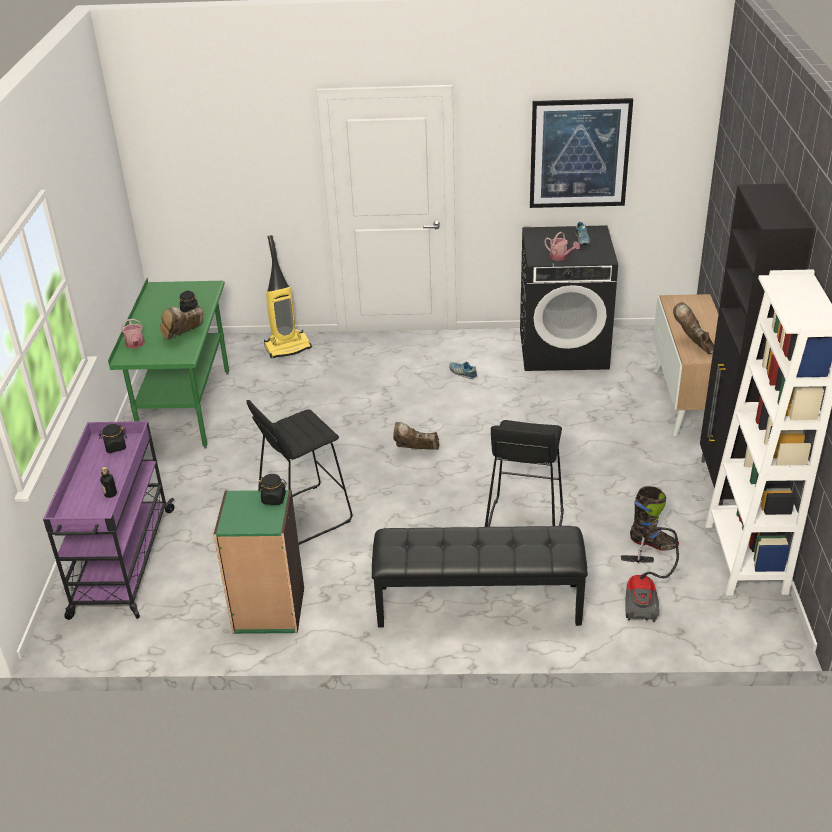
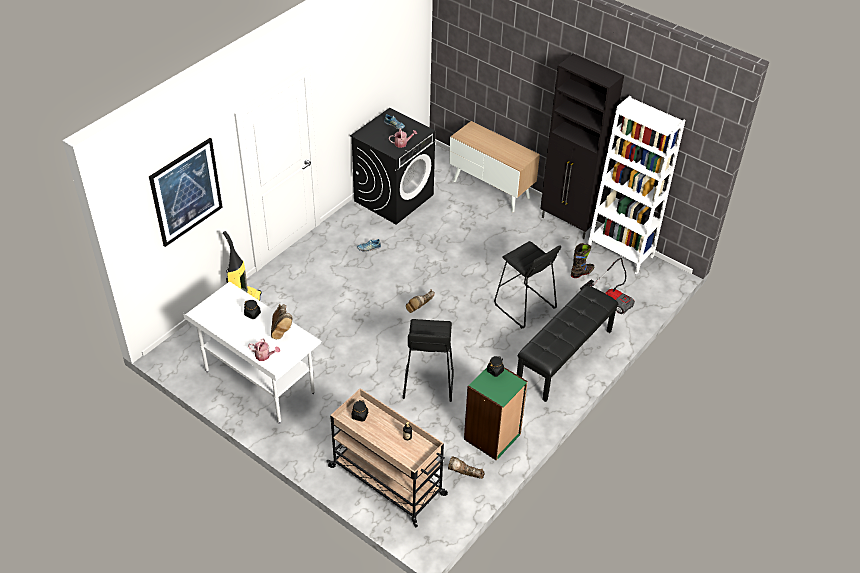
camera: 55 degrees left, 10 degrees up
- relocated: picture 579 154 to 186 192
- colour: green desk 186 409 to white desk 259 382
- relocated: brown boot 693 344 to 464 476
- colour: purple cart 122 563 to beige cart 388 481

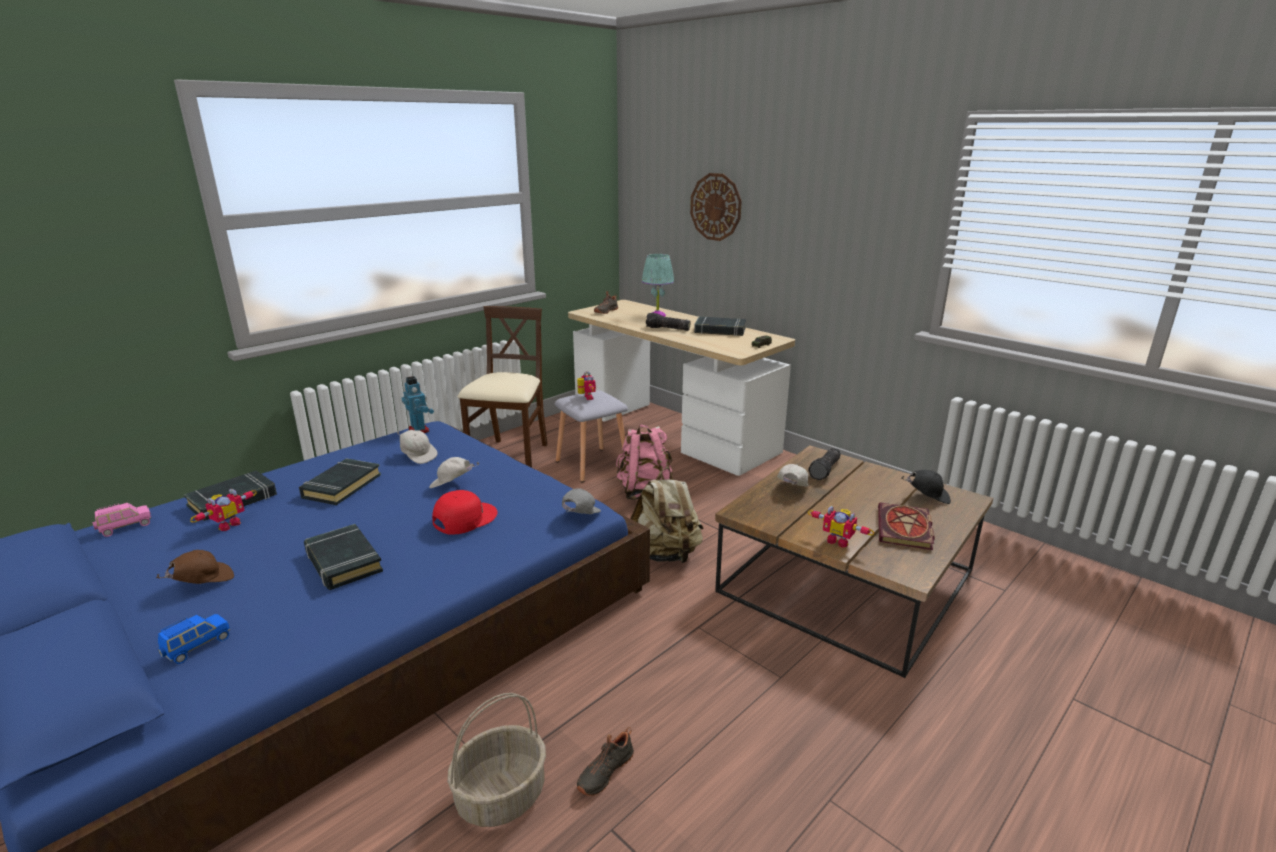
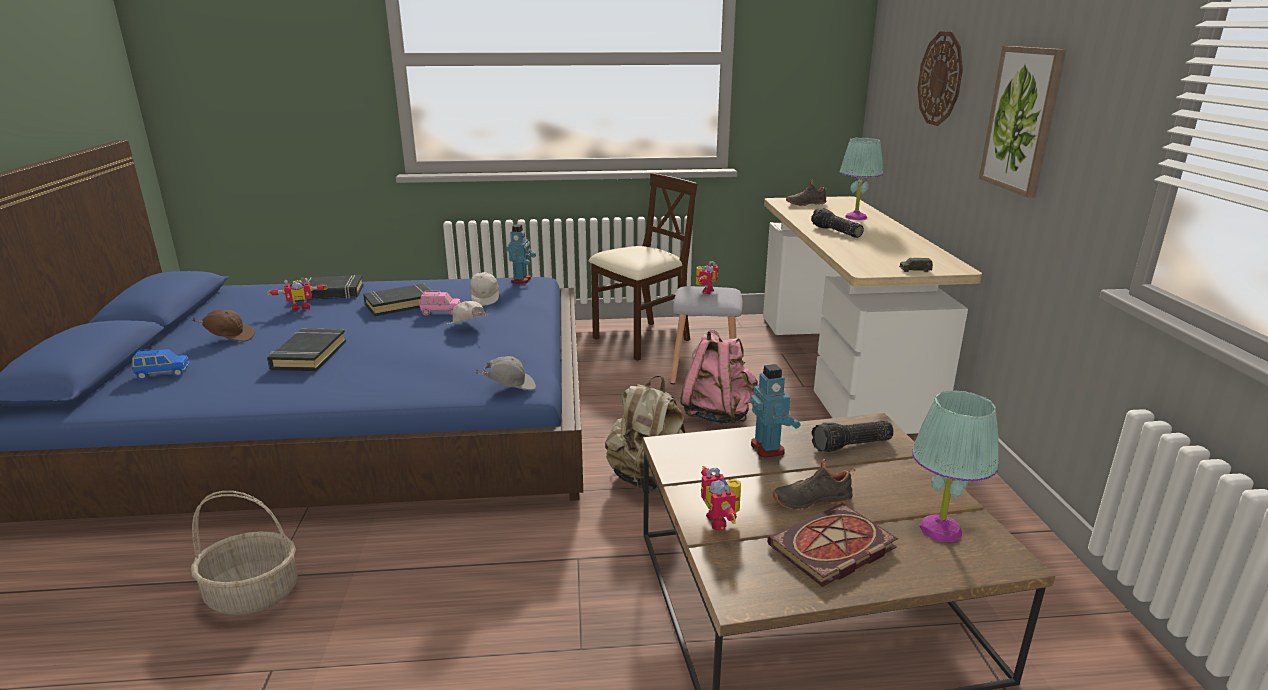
camera: 40 degrees right, 0 degrees up
- missing: black book 720 330
- exchanged: white cap 791 489 to toy robot 768 448
- exchanged: black cap 927 497 to turquoise table lamp 940 529
- missing: red cap 464 518
- relocated: pink toy car 125 527 to 440 312
- relocated: black shoe 604 771 to 811 499
- appeared: picture 1022 119

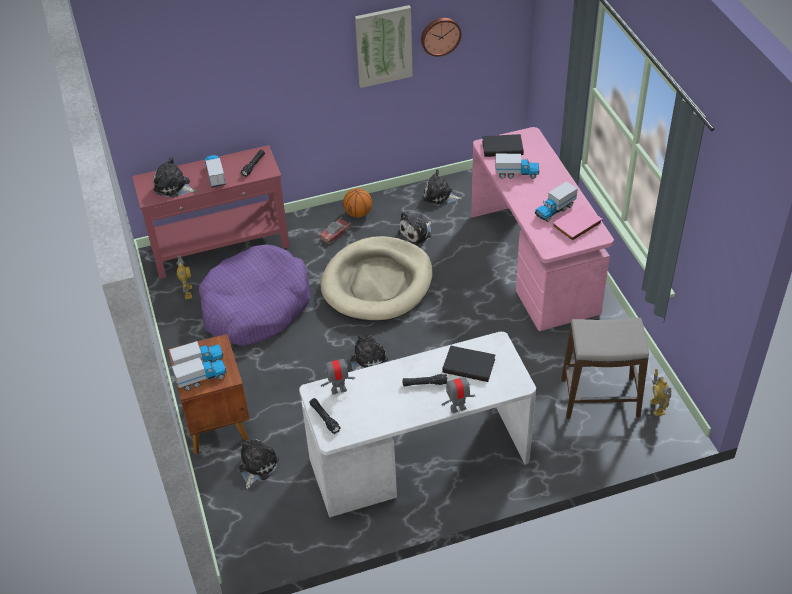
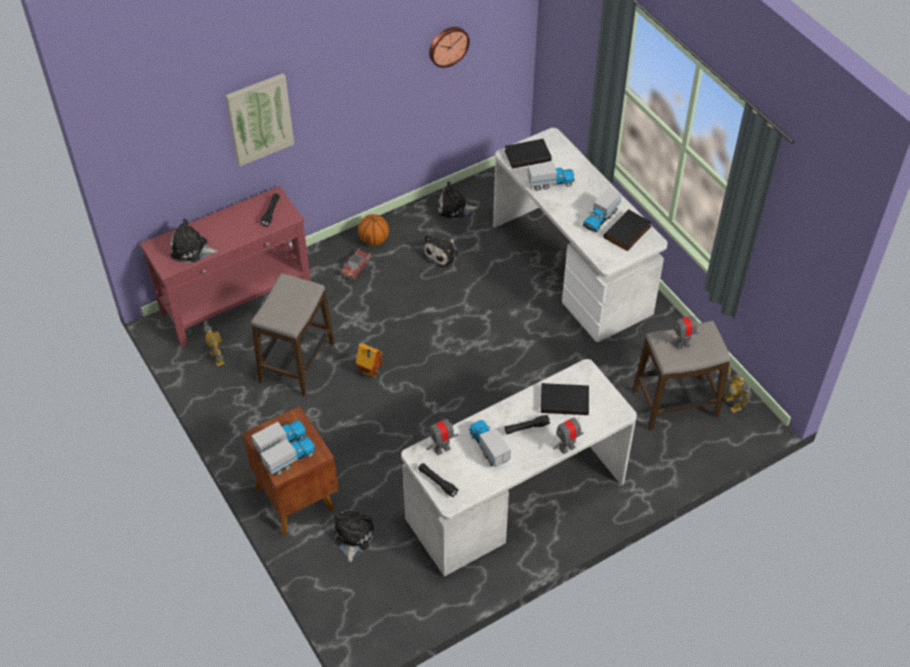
camera: 15 degrees left, 5 degrees up
- relocated: picture 383 46 to 259 119
- colour: pink desk 534 262 to white desk 571 267
- relocated: toy truck 216 176 to 488 448
- colour: pink book 577 226 to black book 628 233
- missing: beige dog bed 377 283
- exchanged: purple dog bed 255 306 to stool 296 362
- missing: plush toy 367 360
- appeared: toy robot 682 344
- appeared: toy house 370 373

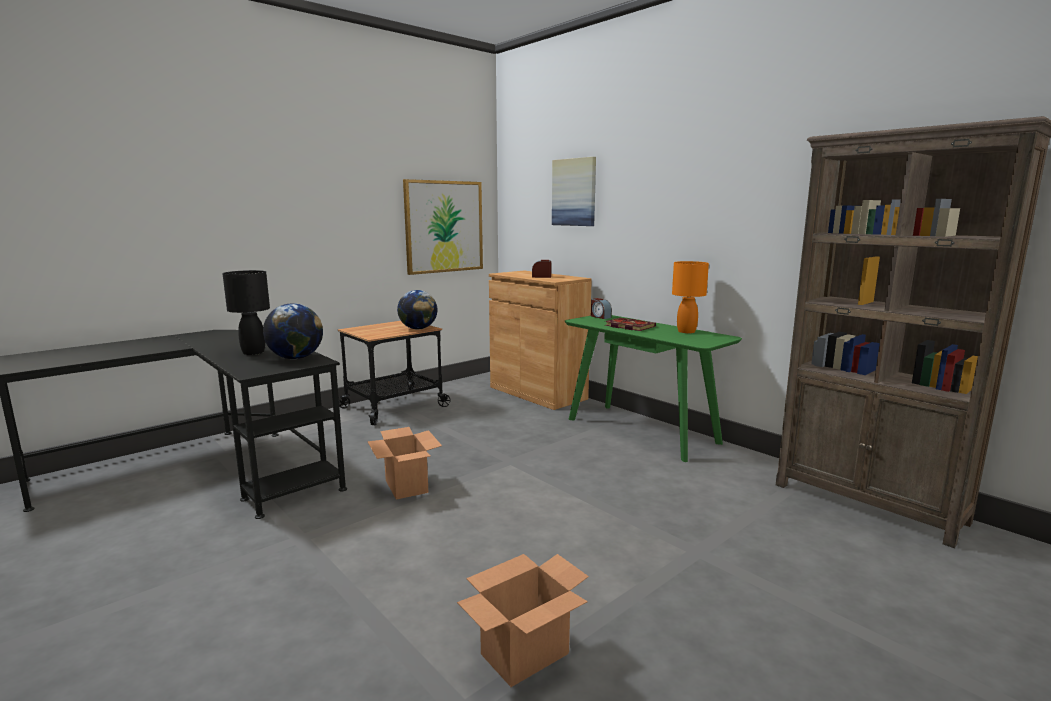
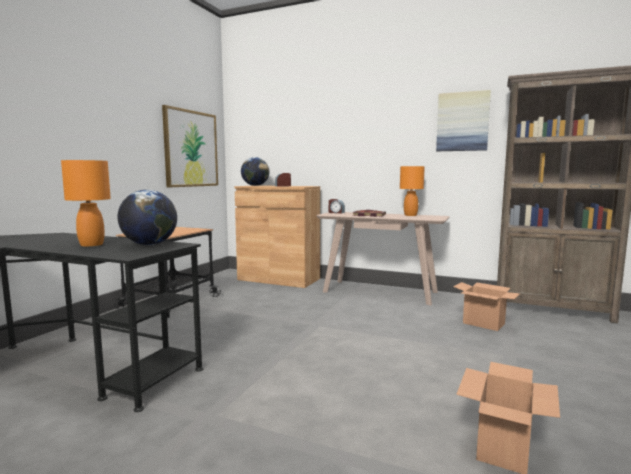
camera: 25 degrees left, 5 degrees down
- relocated: picture 574 192 to 462 122
- colour: black table lamp 253 352 to orange table lamp 92 245
- relocated: globe 418 329 to 255 185
- colour: green console table 642 430 to beige console table 380 292
- relocated: cardboard box 407 486 to 484 323

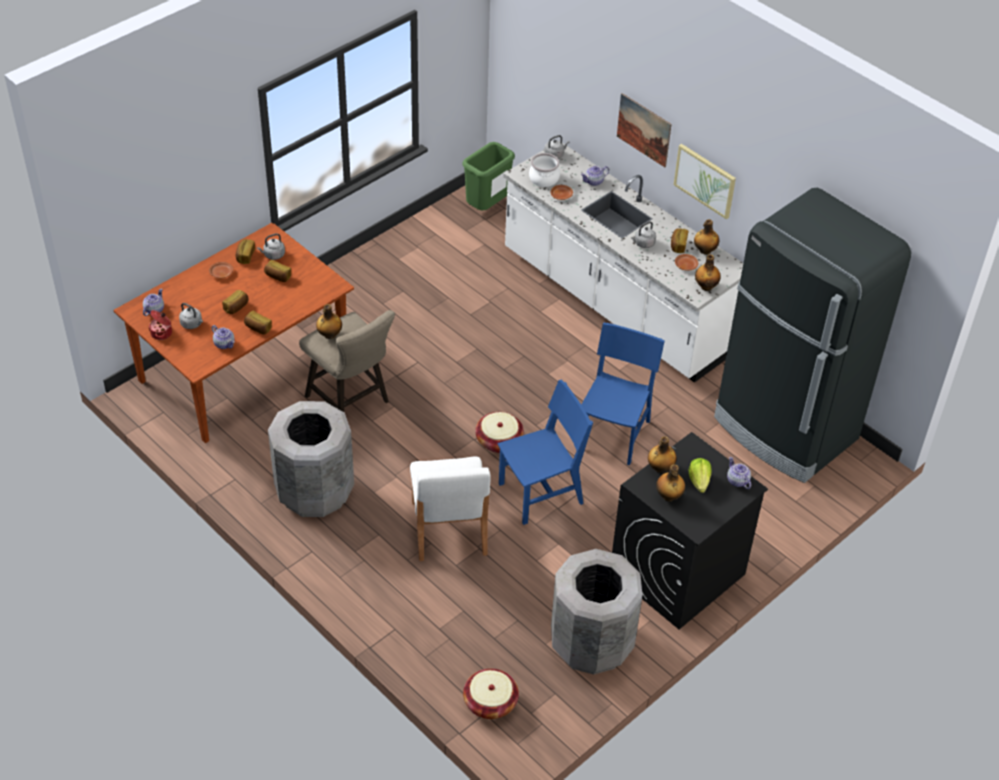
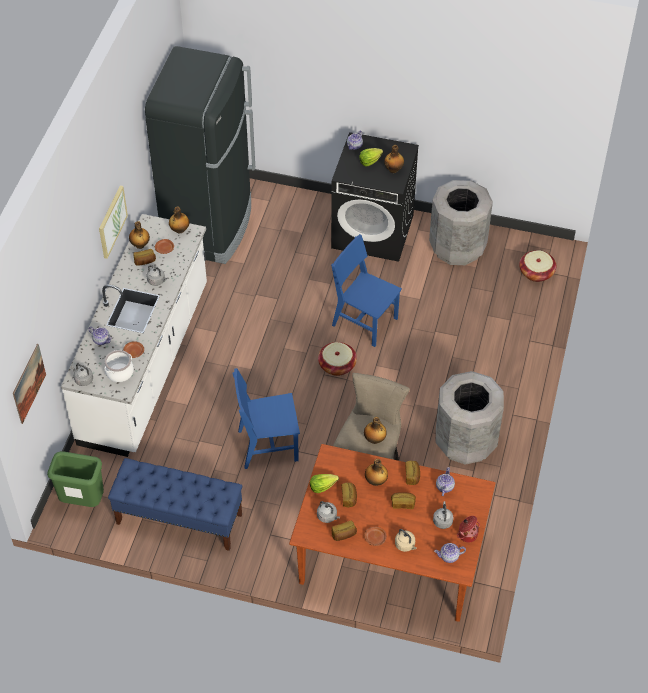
camera: 120 degrees left, 5 degrees up
- relocated: picture 644 130 to 29 383
- relocated: blue chair 614 434 to 268 445
- relocated: bottle 660 468 to 376 481
- missing: white chair 448 529
- appeared: blue bench 179 519
- appeared: lettuce 322 486
- appeared: beige kettle 405 545

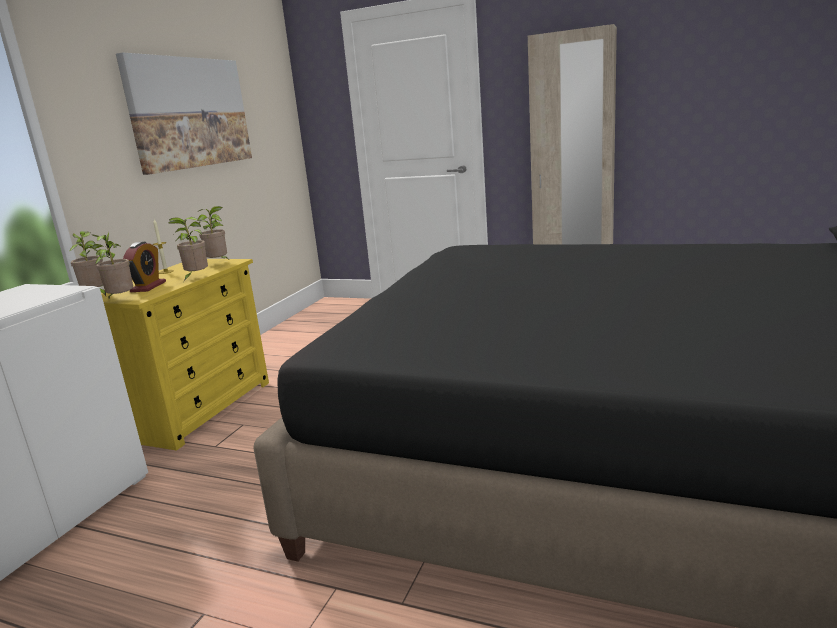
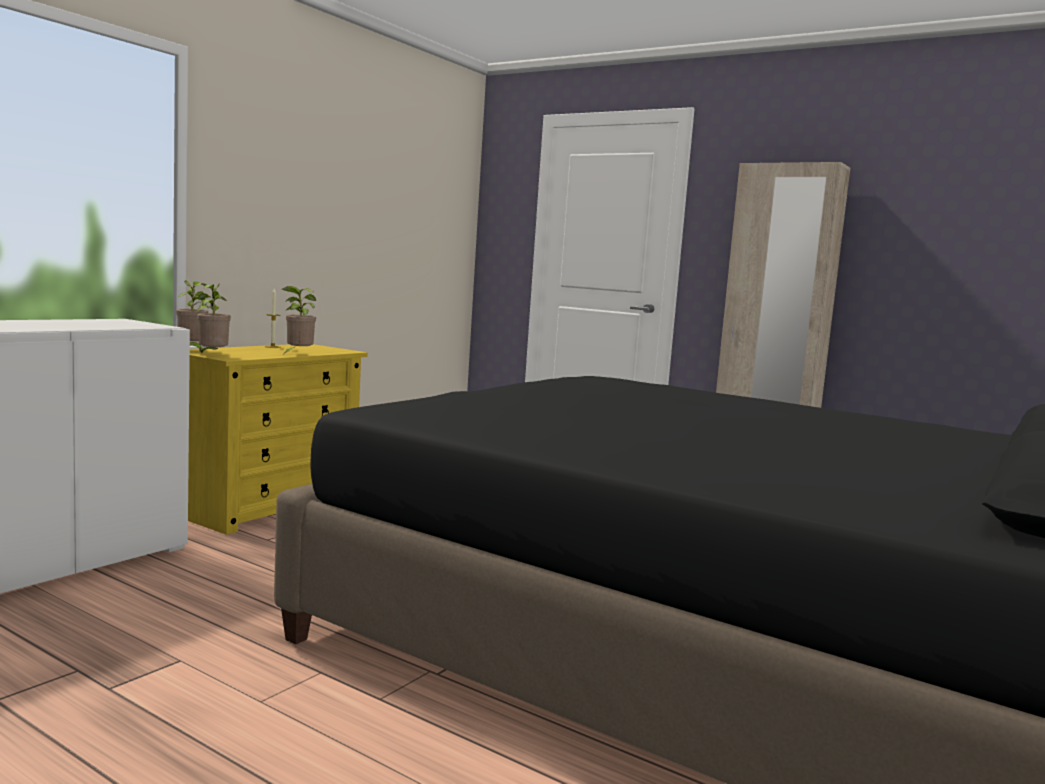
camera: 10 degrees right, 10 degrees down
- missing: picture 189 113
- missing: potted plant 219 263
- missing: alarm clock 148 287

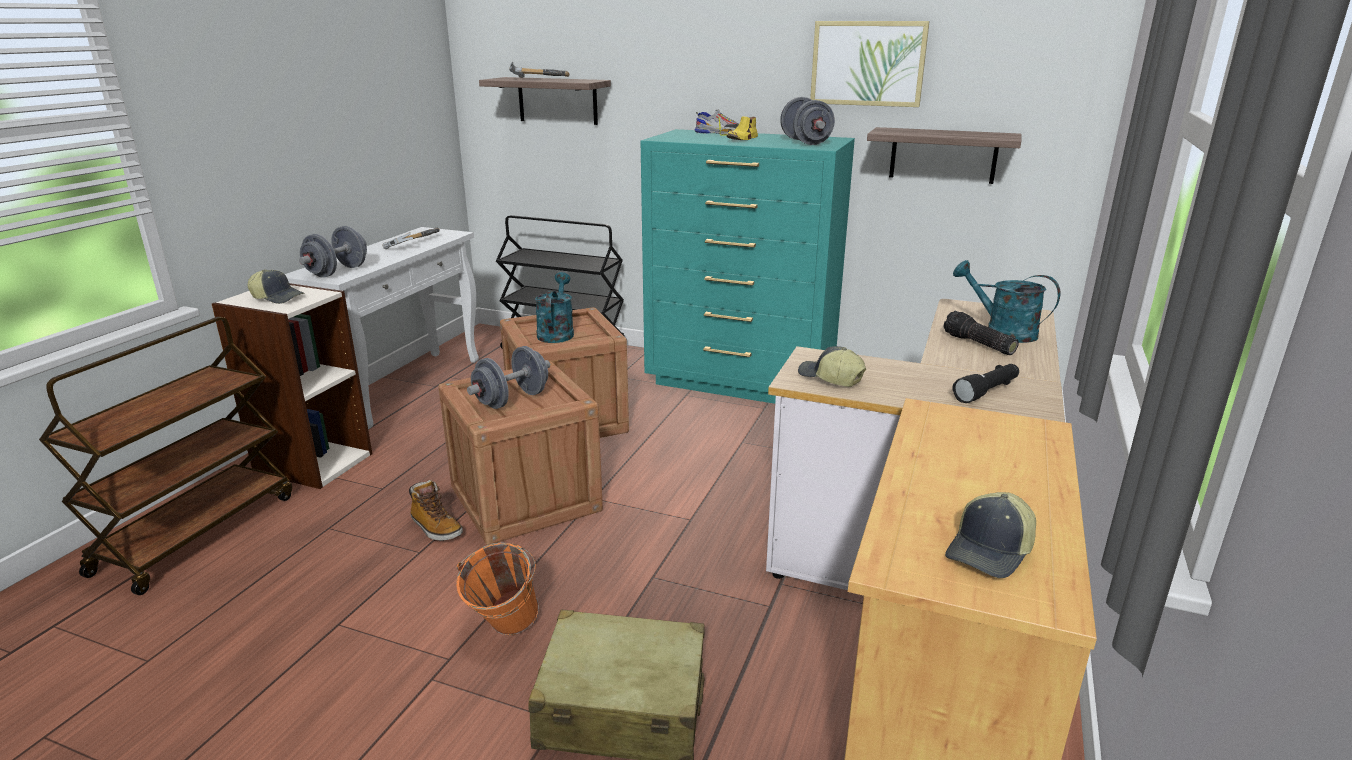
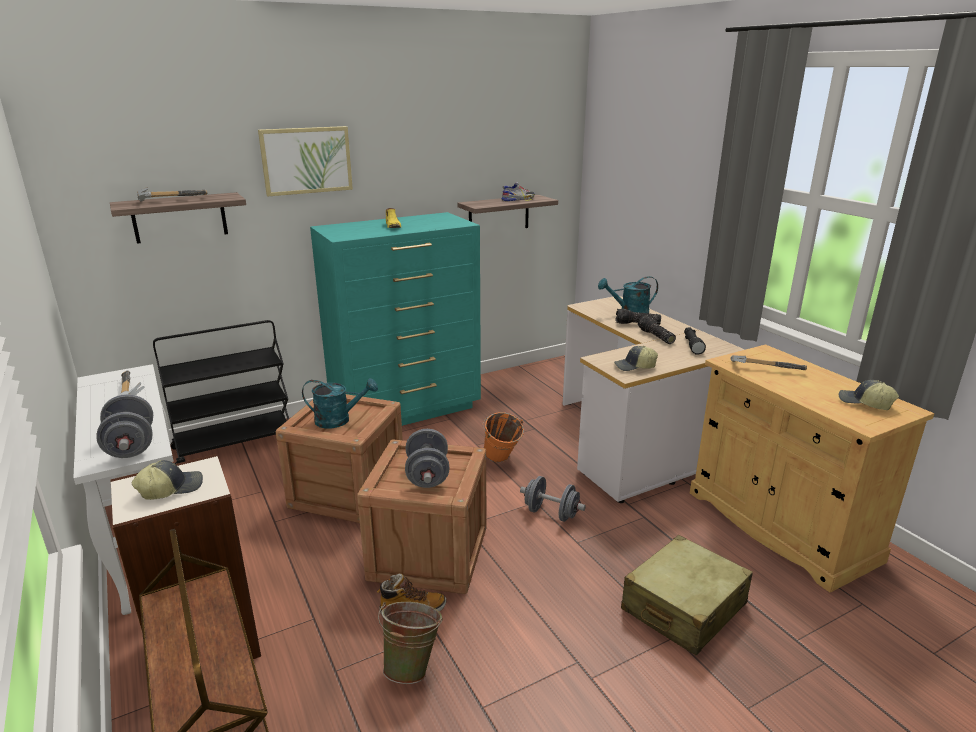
camera: 50 degrees left, 0 degrees up
- relocated: picture 868 63 to 306 160
- relocated: grey dumbbell 805 142 to 551 513
- relocated: shoe 720 133 to 518 199
- spun: turquoise watering can 556 333 = 339 420 135 degrees clockwise
- spun: cap 991 551 = 864 403 135 degrees clockwise
- relocated: orange bucket 504 632 to 501 461
- appeared: flashlight 655 336
- appeared: hammer 763 368
- appeared: green bucket 412 666

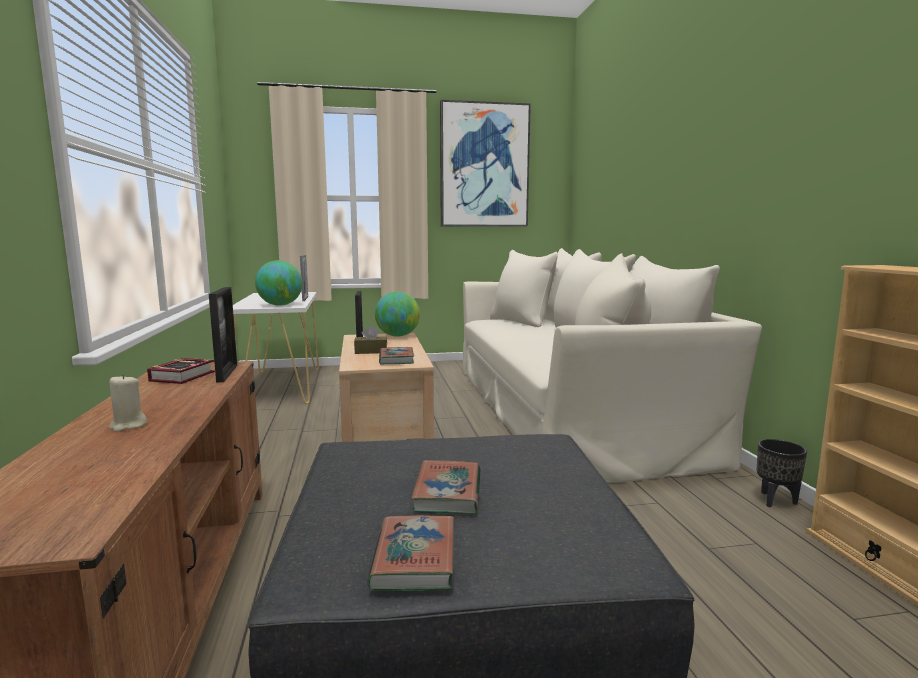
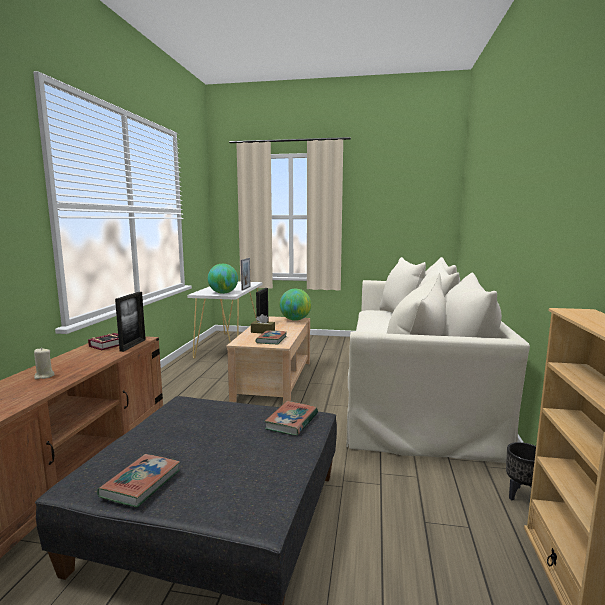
camera: 20 degrees right, 0 degrees up
- missing: picture 484 166
- relocated: book 448 492 to 292 421

